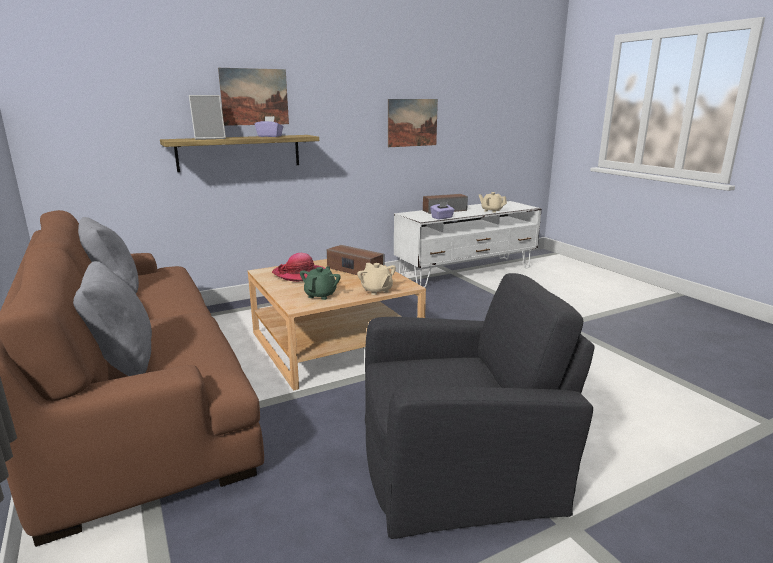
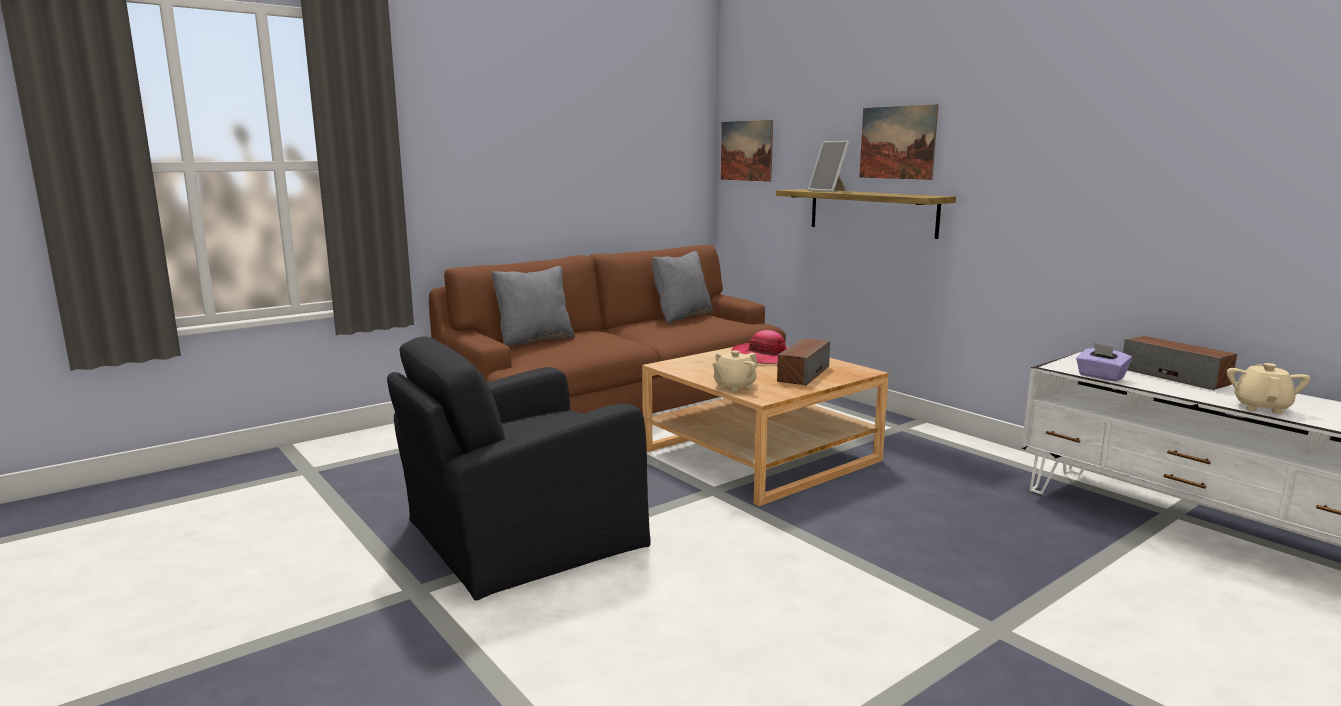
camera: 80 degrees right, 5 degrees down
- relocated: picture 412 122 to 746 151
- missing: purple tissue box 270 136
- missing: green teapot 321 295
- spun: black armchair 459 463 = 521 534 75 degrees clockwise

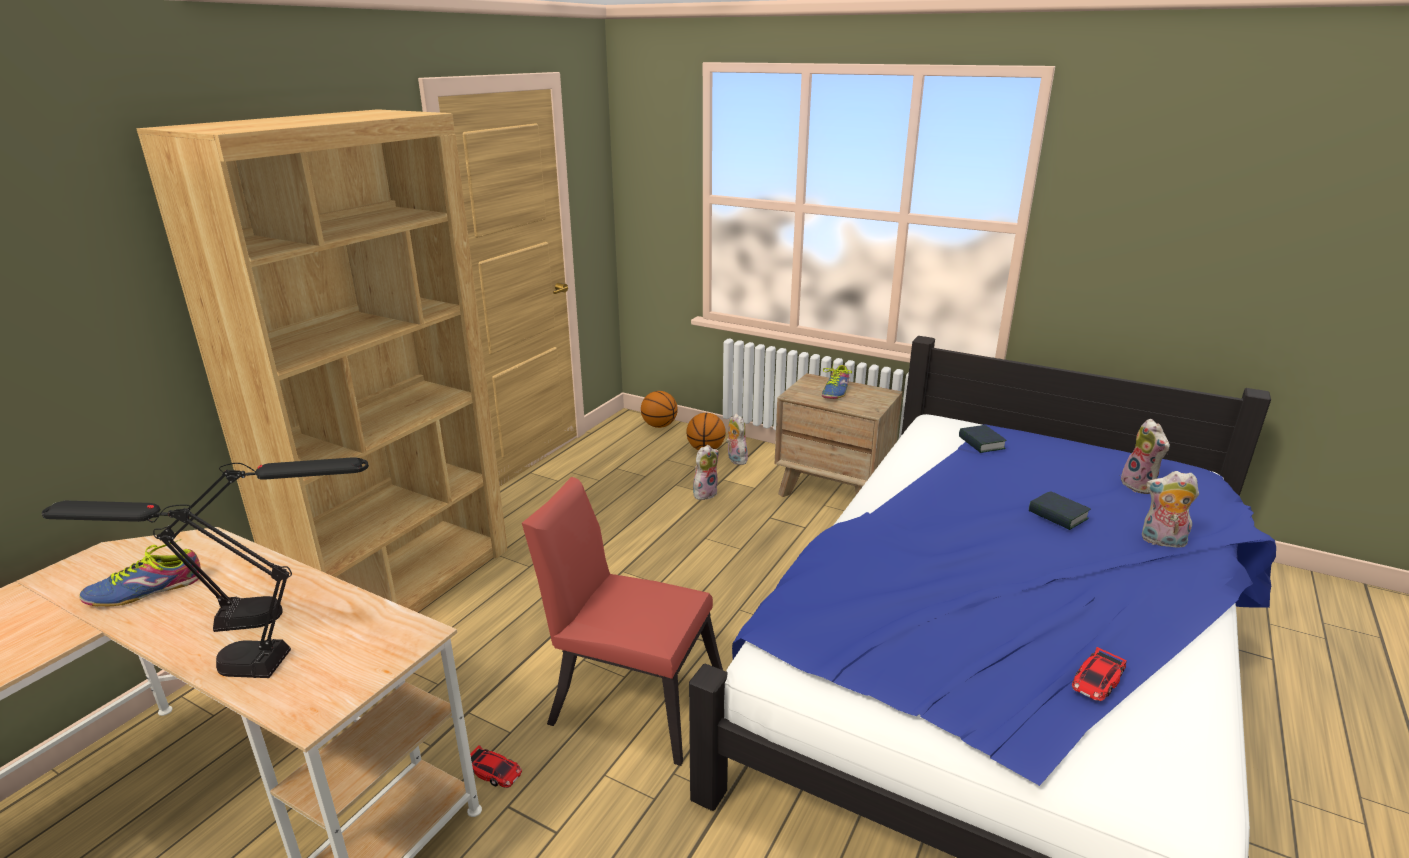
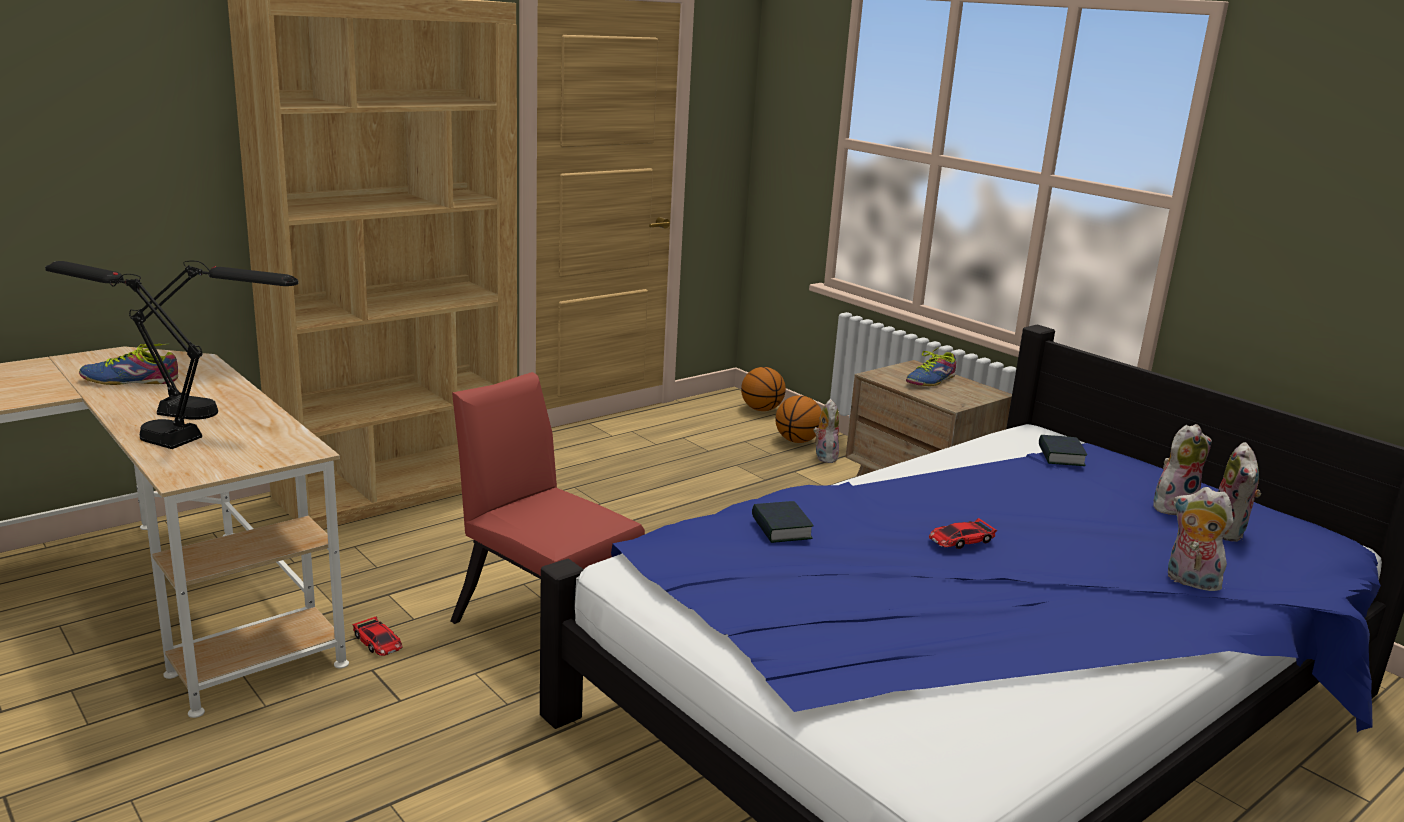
camera: 20 degrees right, 5 degrees down
- relocated: plush toy 705 493 to 1173 507
- relocated: book 1057 515 to 781 528
- relocated: toy car 1097 680 to 961 540

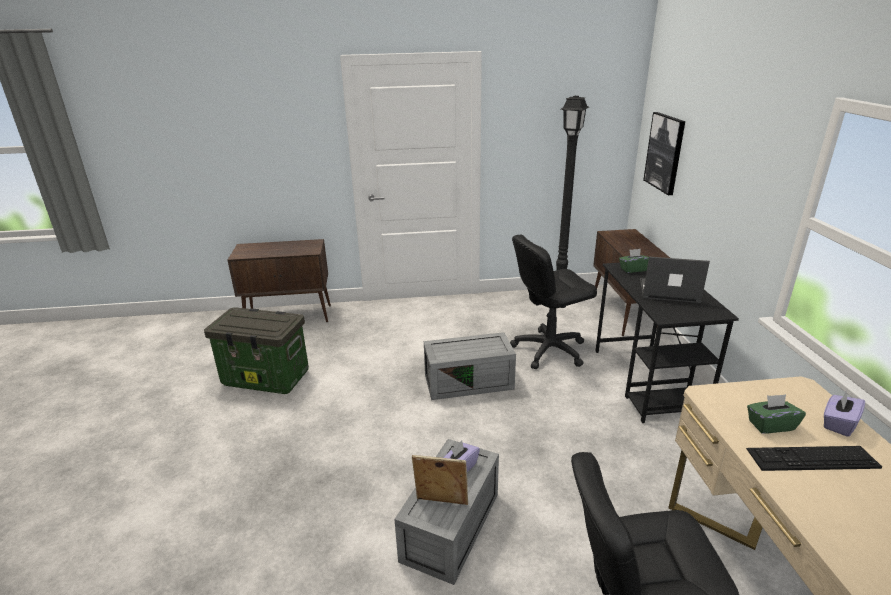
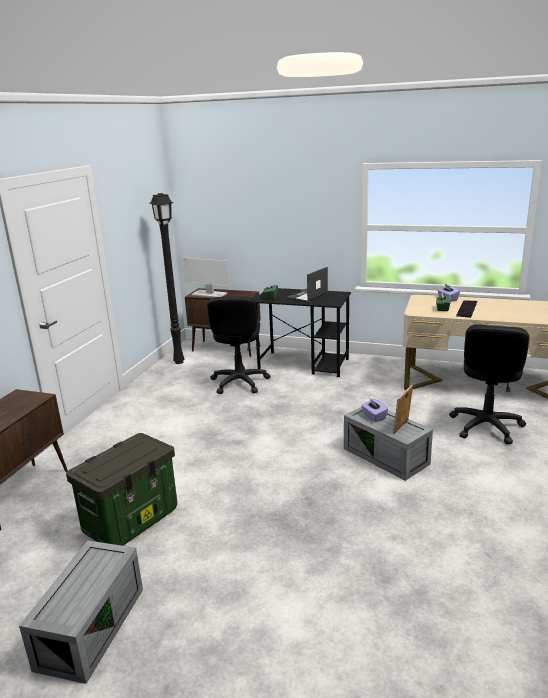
camera: 65 degrees left, 5 degrees down
- missing: picture 665 152
- relocated: grey storage box 469 381 to 90 626
- appeared: monitor 209 294

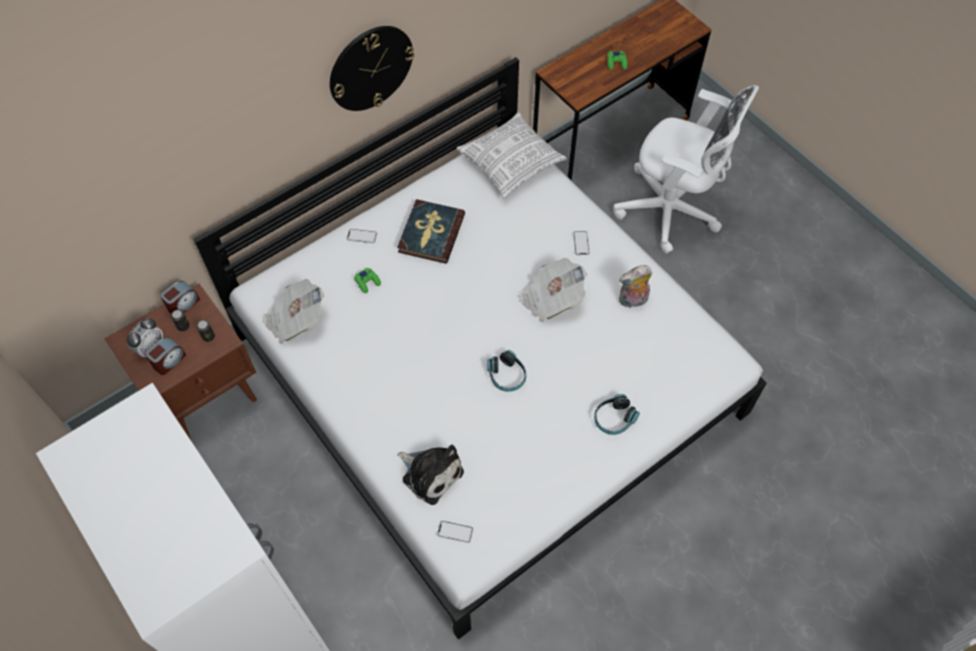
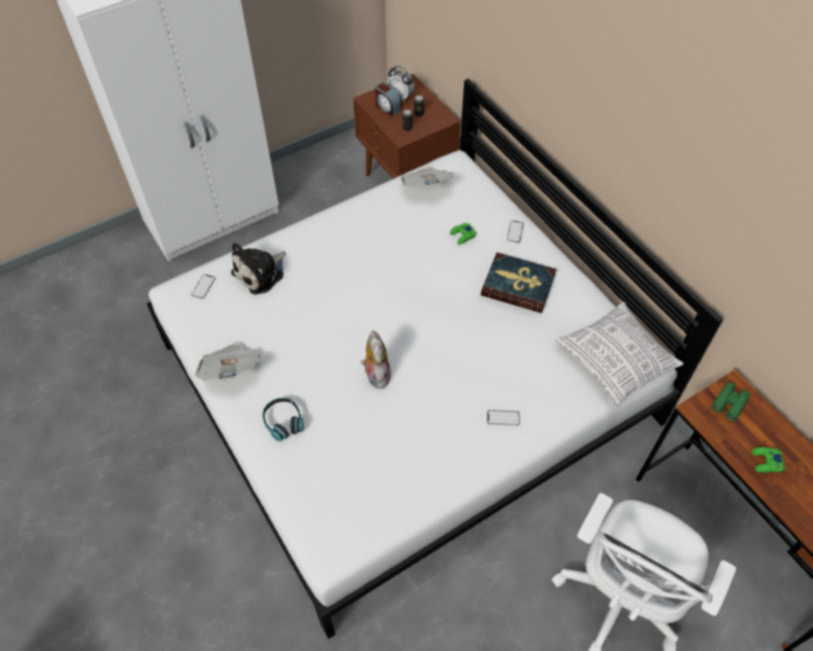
camera: 95 degrees right, 5 degrees down
- missing: wall clock 370 68
- relocated: newspaper 551 298 to 231 370
- relocated: plush toy 632 301 to 376 375
- missing: alarm clock 183 304
- missing: headphones 506 375
- appeared: green binoculars 729 403

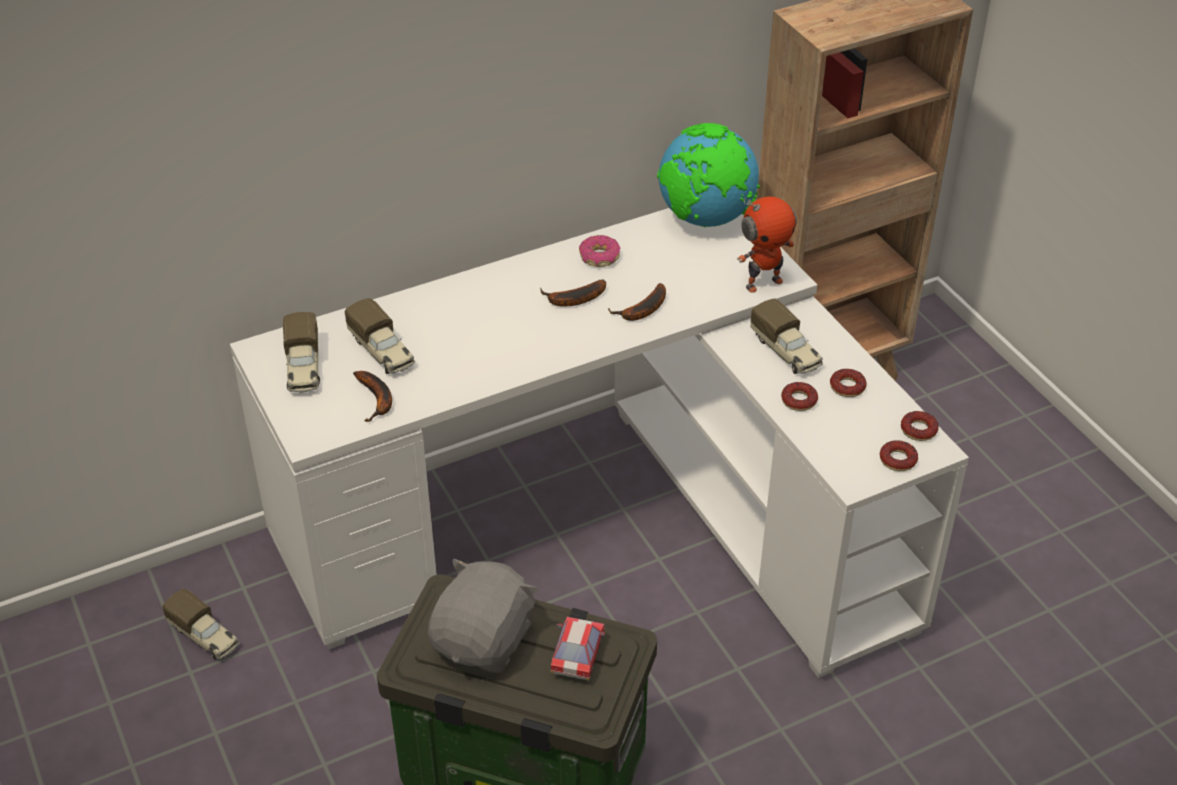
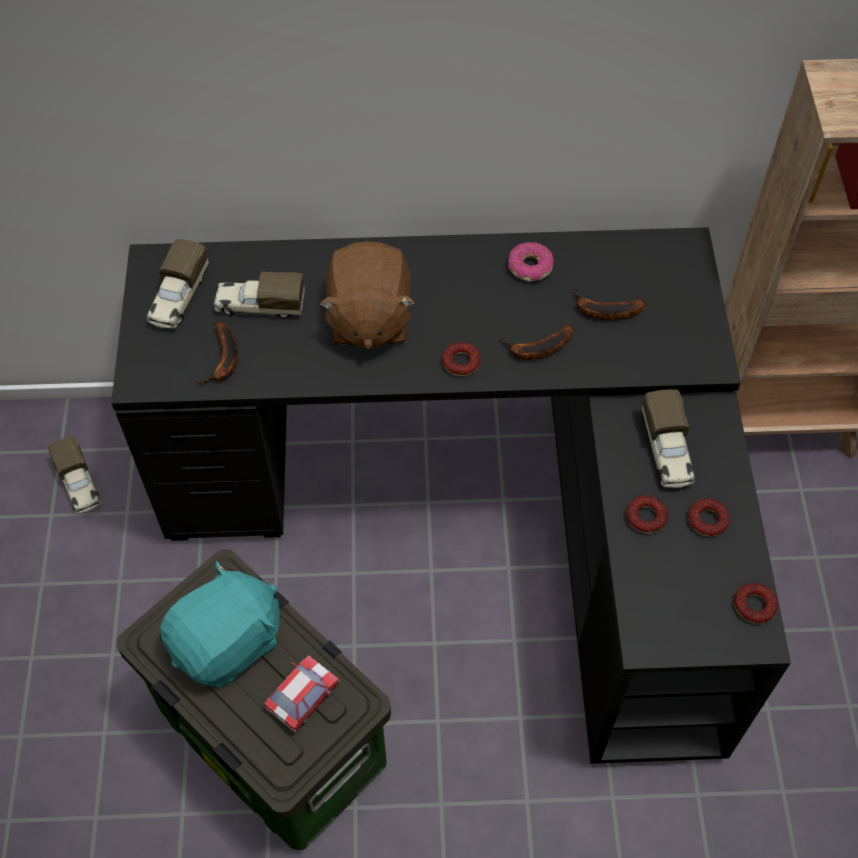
camera: 25 degrees right, 15 degrees up
- missing: globe 705 219
- missing: toy robot 763 282
- colour: white desk 606 523 to black desk 480 508
- relocated: banana 573 300 to 603 311
- spun: toy truck 382 352 = 260 306 105 degrees clockwise
- relocated: donut 898 460 to 461 362
- colour: grey plush toy 484 640 to turquoise plush toy 228 643
- appeared: brown plush toy 369 318

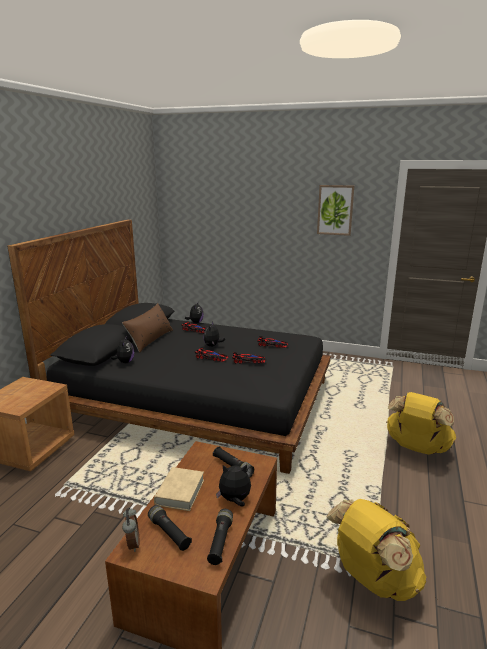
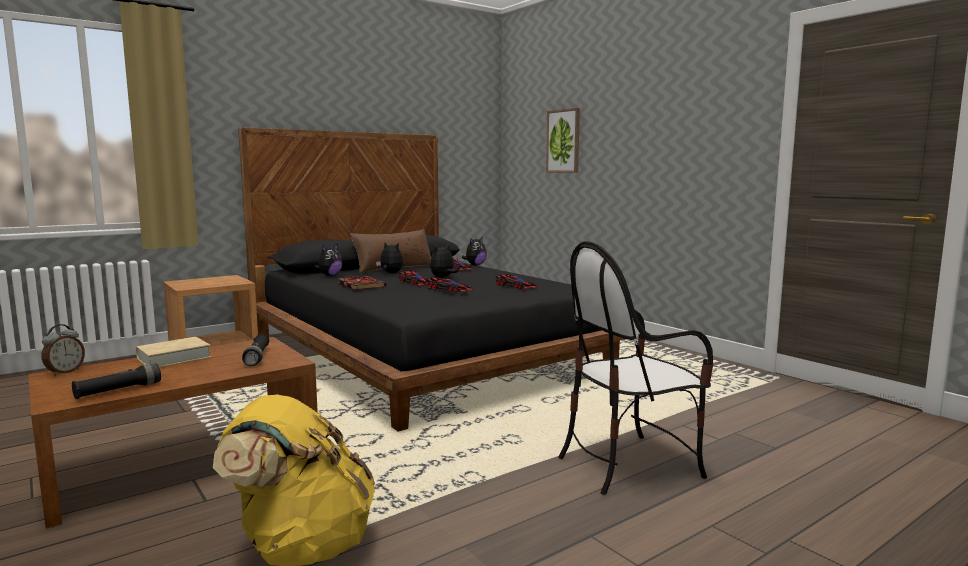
camera: 35 degrees right, 10 degrees down
- relocated: picture 335 210 to 563 141
- exchanged: yellow backpack 416 448 to chair 629 464
- relocated: plush toy 235 500 to 390 273
- missing: black flashlight 169 533
- appeared: book 359 285

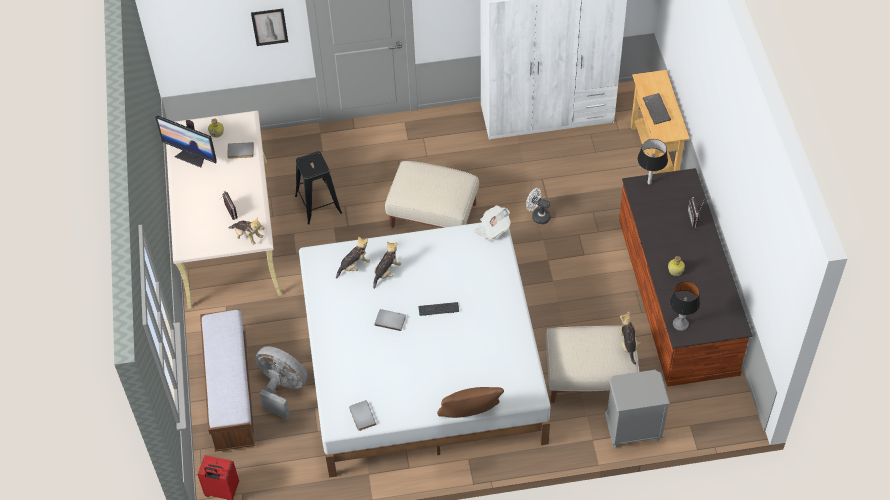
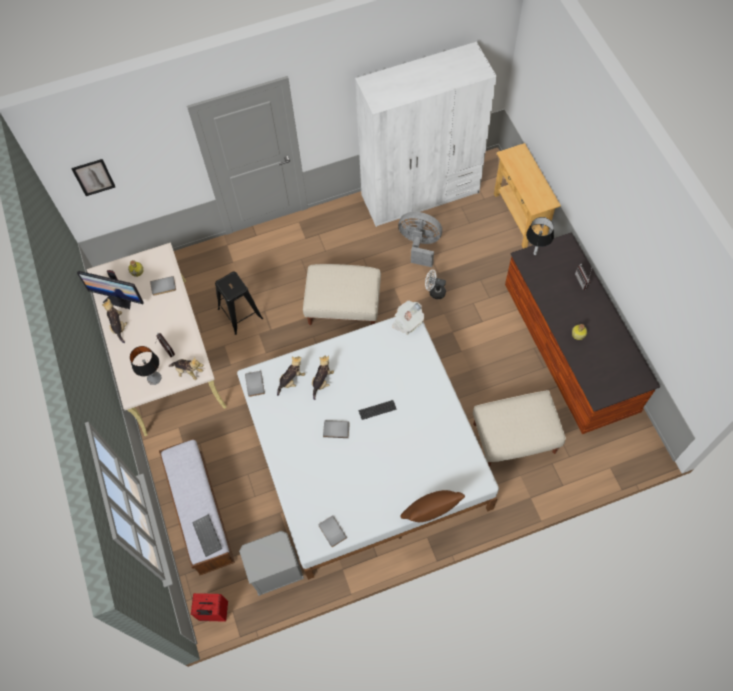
camera: 10 degrees left, 10 degrees up
- relocated: picture 269 27 to 93 177
- relocated: keyboard 657 109 to 208 536
- relocated: table lamp 680 324 to 154 378
- relocated: plush toy 628 345 to 118 326
- relocated: grey fan 282 389 to 419 245
- relocated: grey nightstand 632 430 to 276 572
- appeared: grey book 254 384

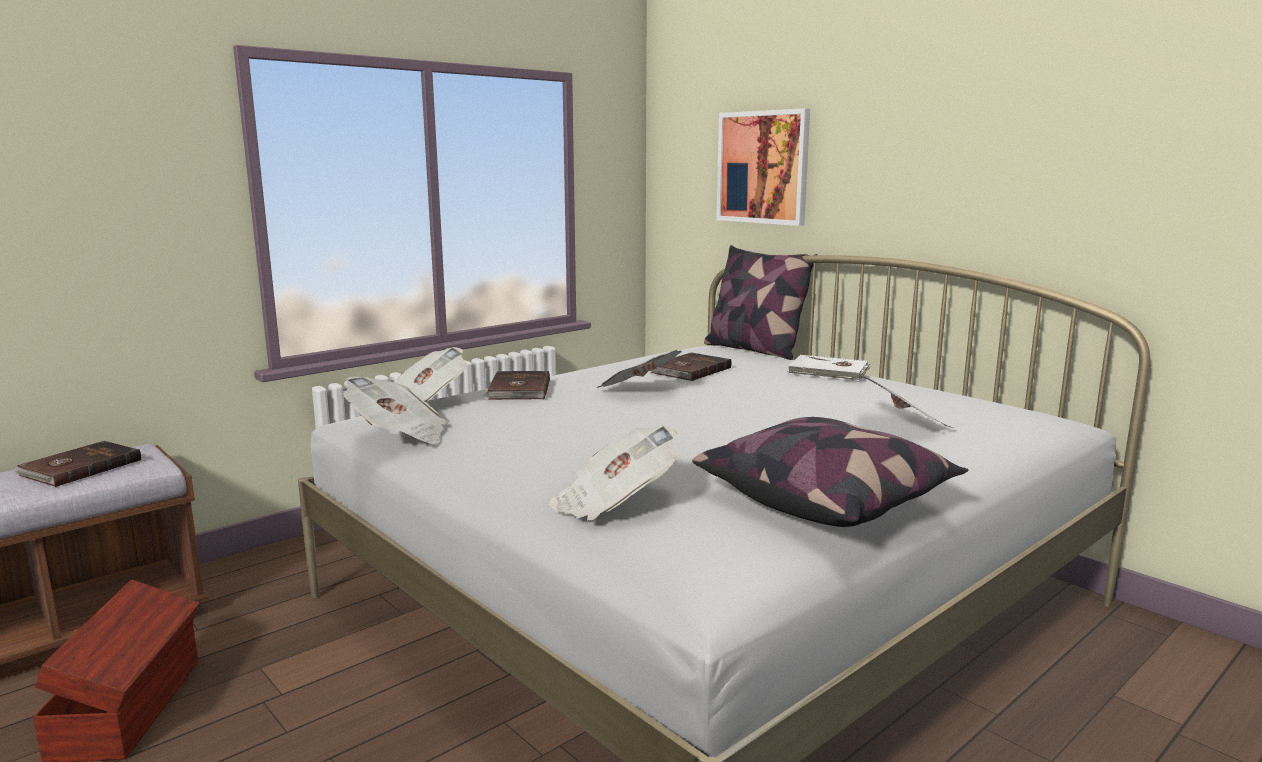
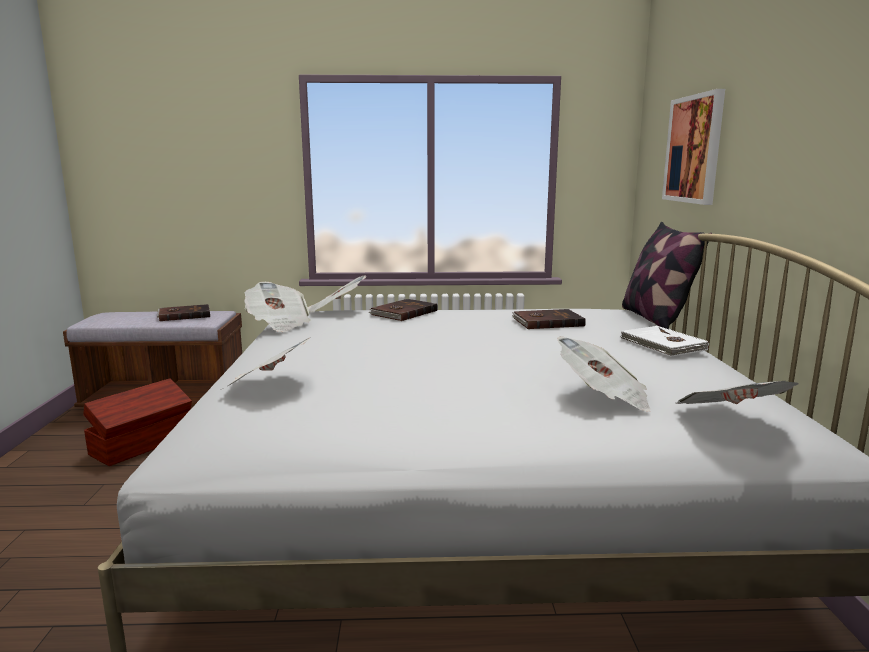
camera: 40 degrees right, 0 degrees up
- relocated: newspaper 638 391 to 729 421
- missing: pillow 827 500

